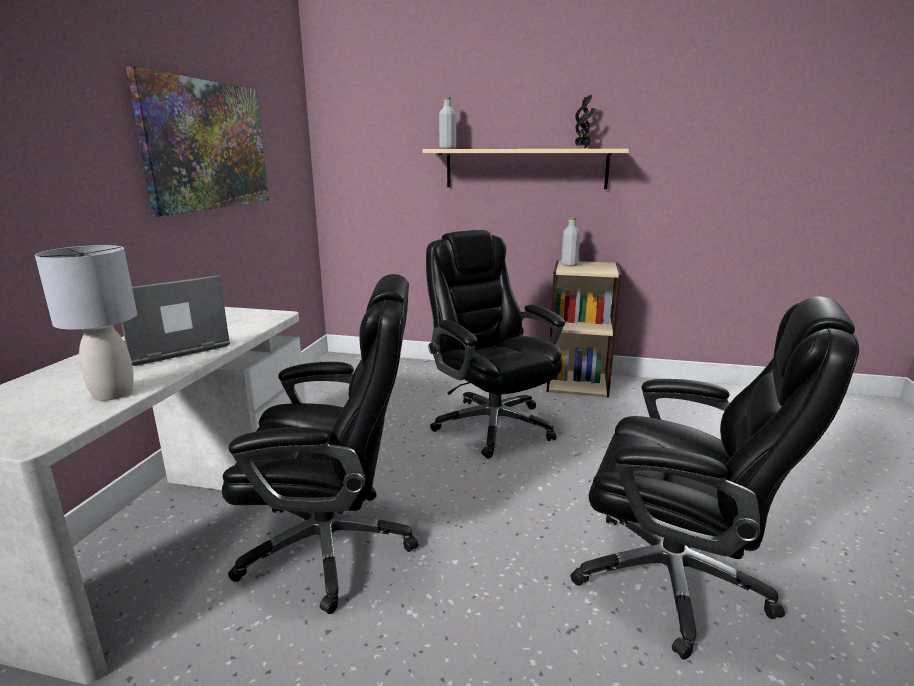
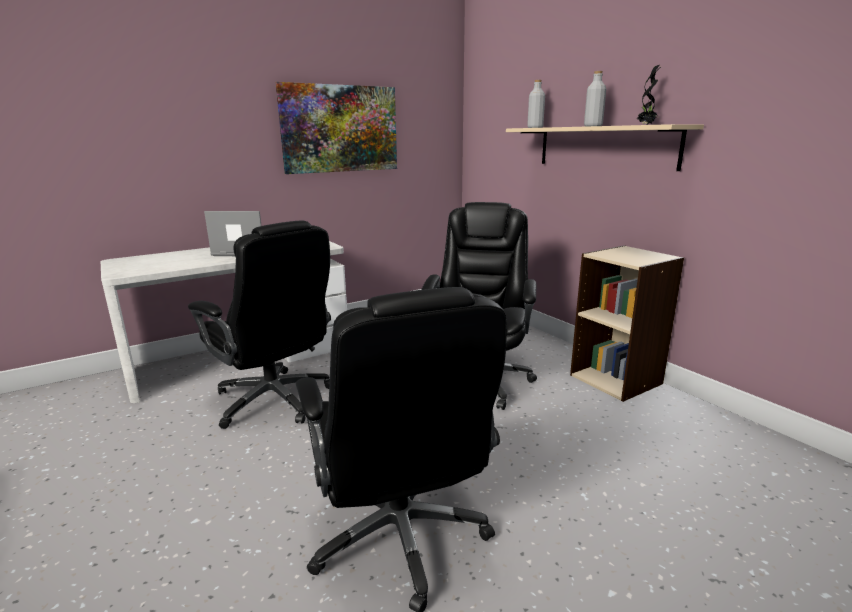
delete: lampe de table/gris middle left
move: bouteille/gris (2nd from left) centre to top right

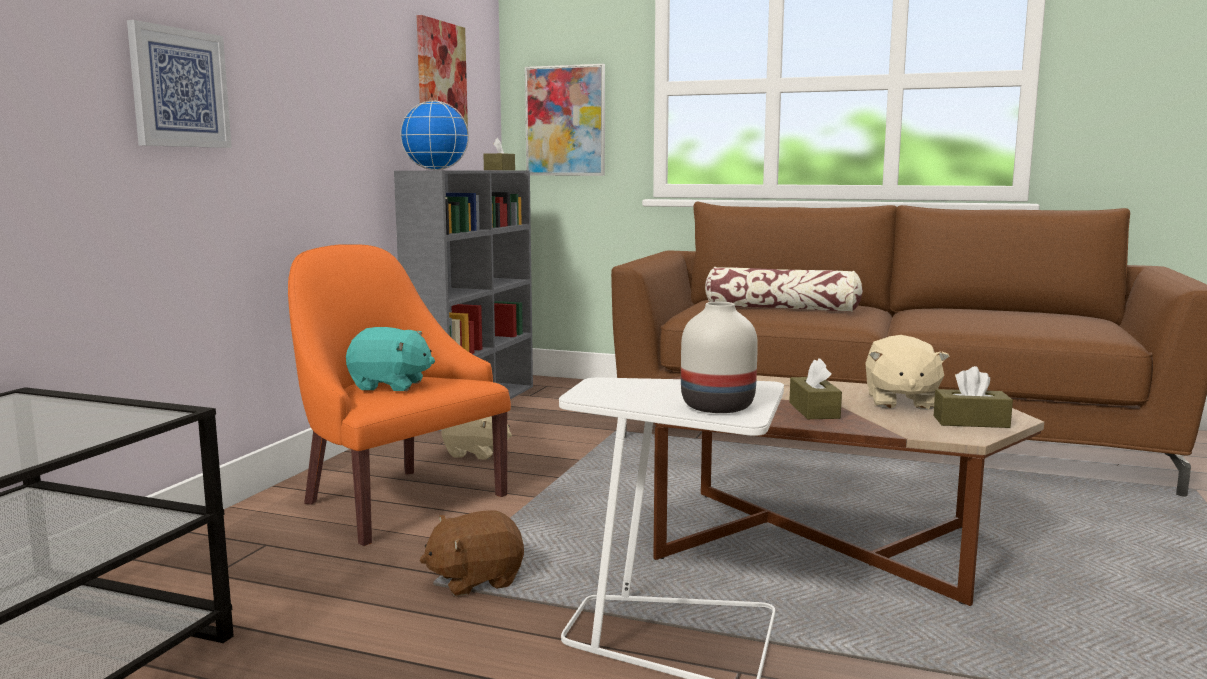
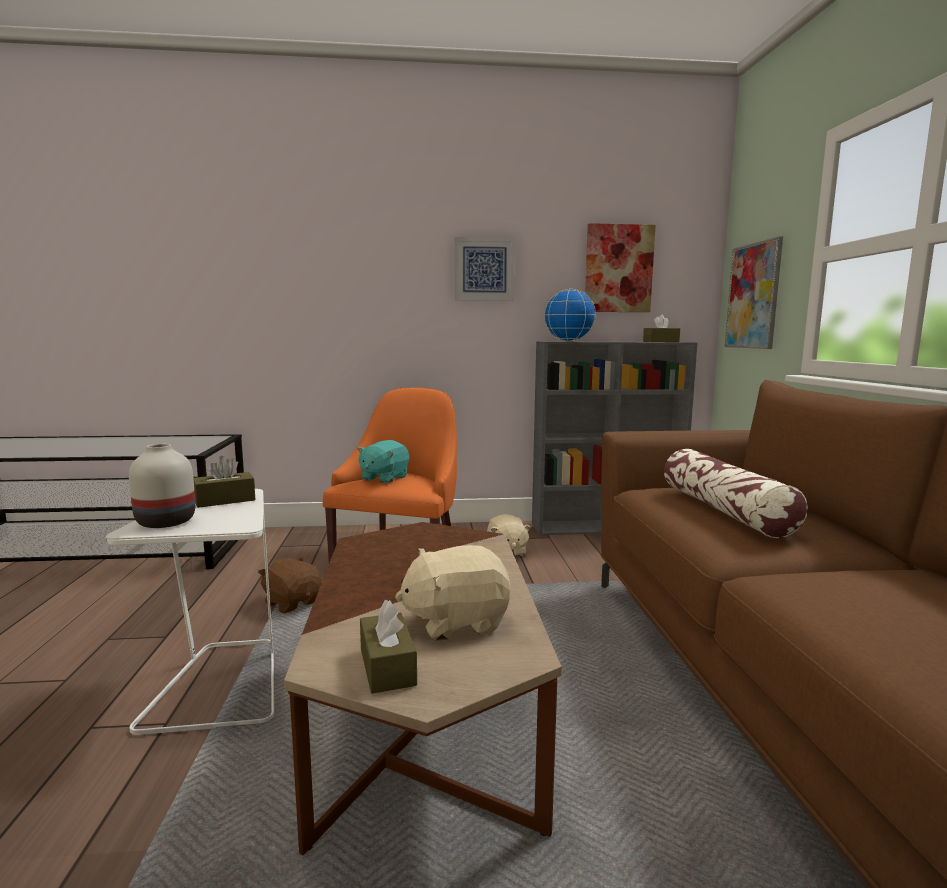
move: tableau (1st from left) top left to top centre; boîte à mouchoirs/marron (2nd from left in the first image) middle right to boîte à mouchoirs/marron (1st from left) middle left
rotate: peluche/turquoise middle left = centre 45 degrees clockwise

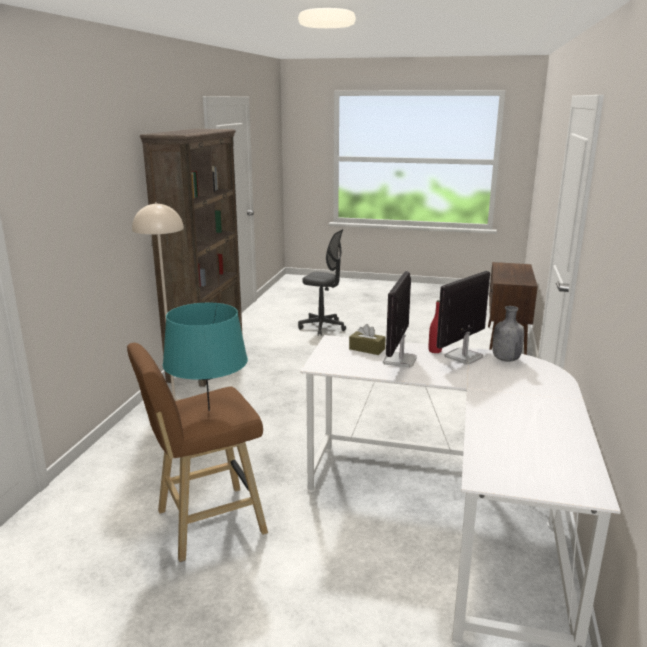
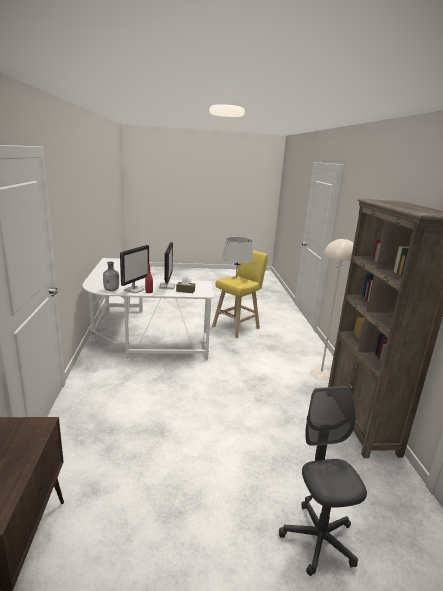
recolor: lampe de table/turquoise middle left to lampe de table/gris centre; tabouret/marron bottom left to tabouret/jaune centre
rotate: chaise de bureau/gris centre = bottom right 75 degrees clockwise

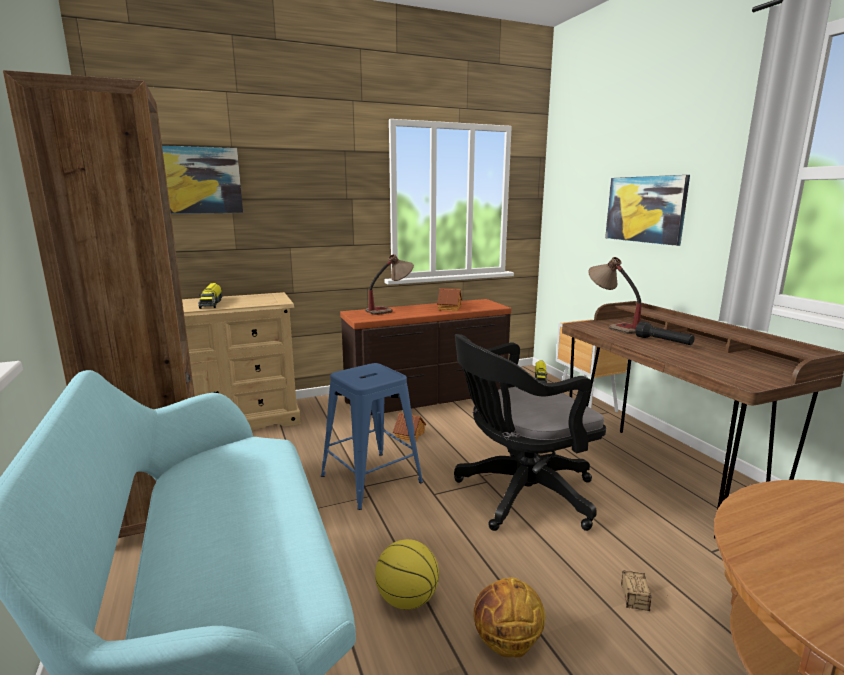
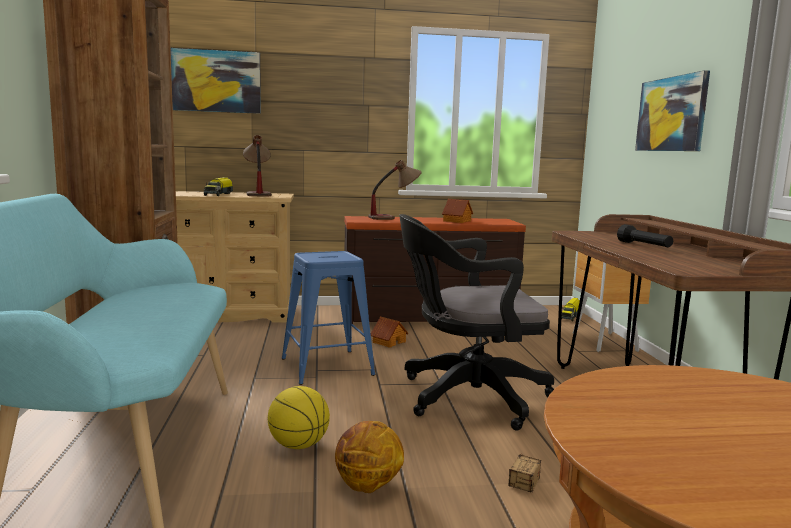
move: lampe de table (2nd from left in the first image) middle right to lampe de table (1st from left) top left

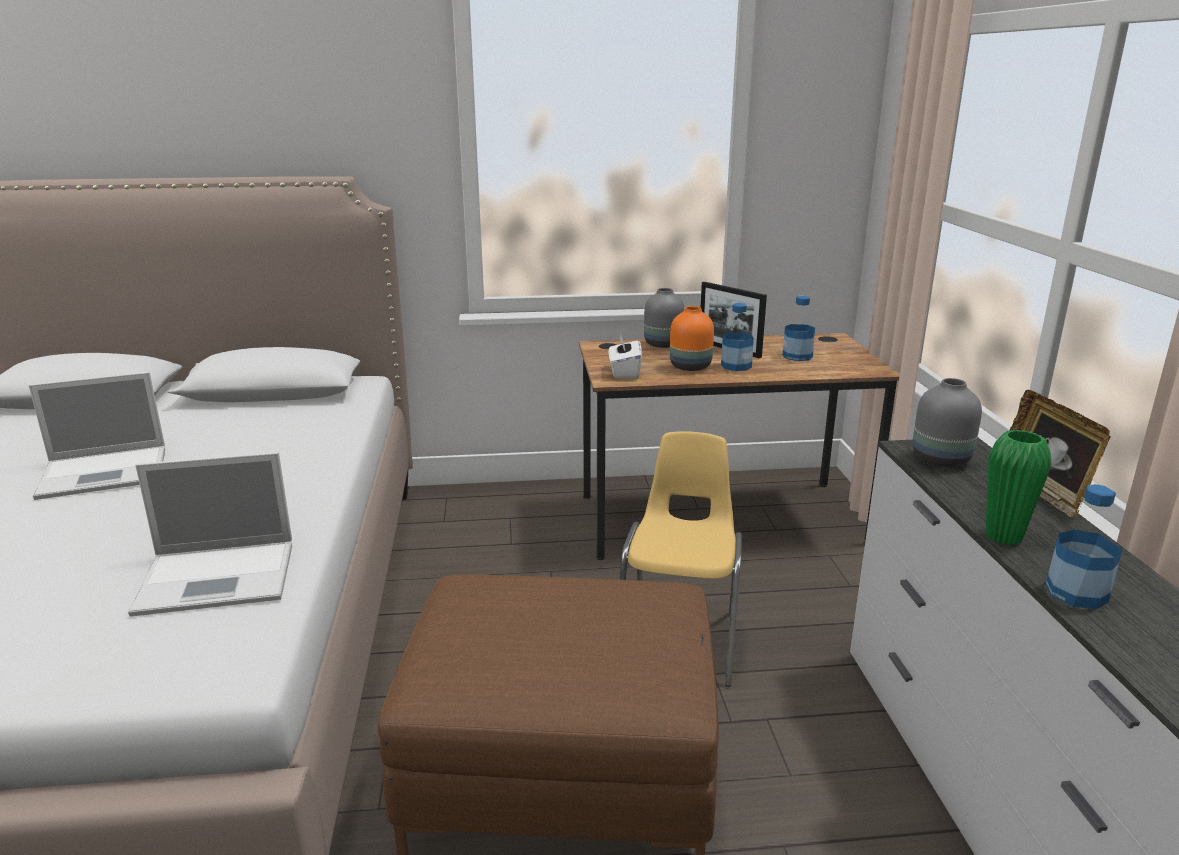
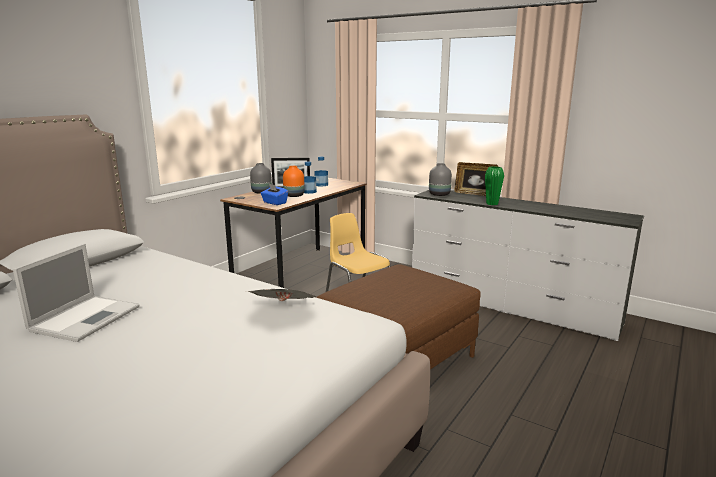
delete: bouteille (3rd from left) middle right
replace: ordinateur portable (2nd from left) middle left to journal centre
recolor: boîte à mouchoirs/blanc centre to boîte à mouchoirs/bleu centre

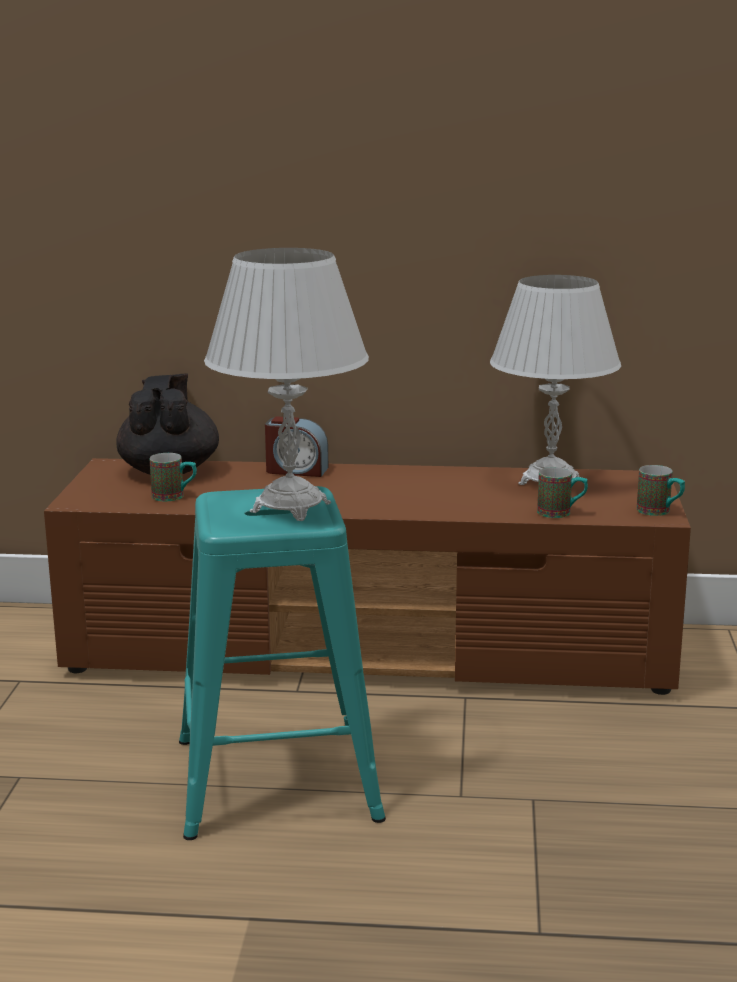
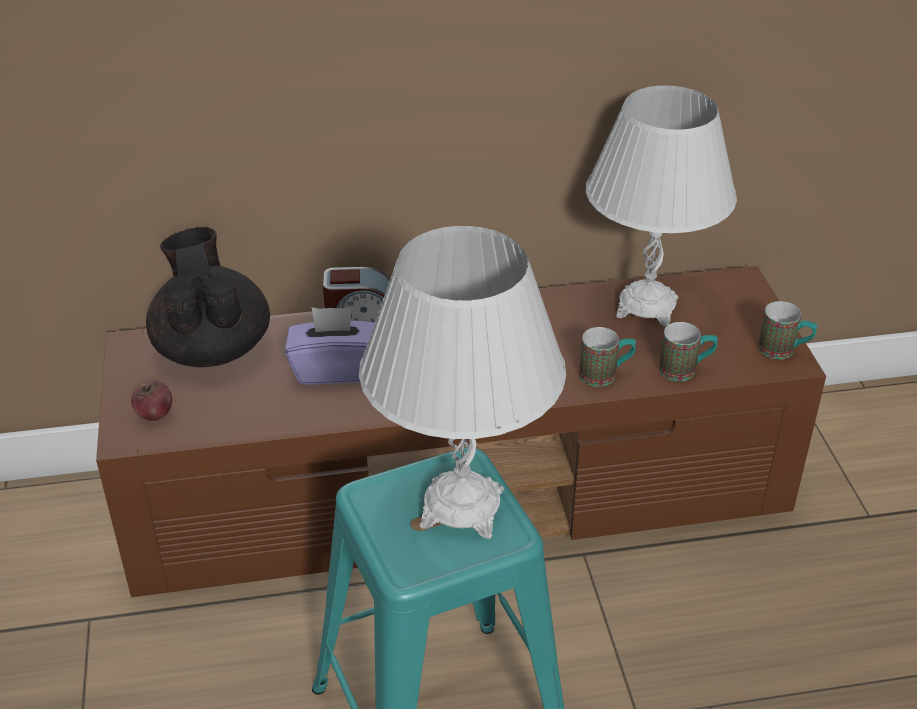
insert: boîte à mouchoirs/violet centre; pomme middle left
move: mug (1st from left) middle left to centre

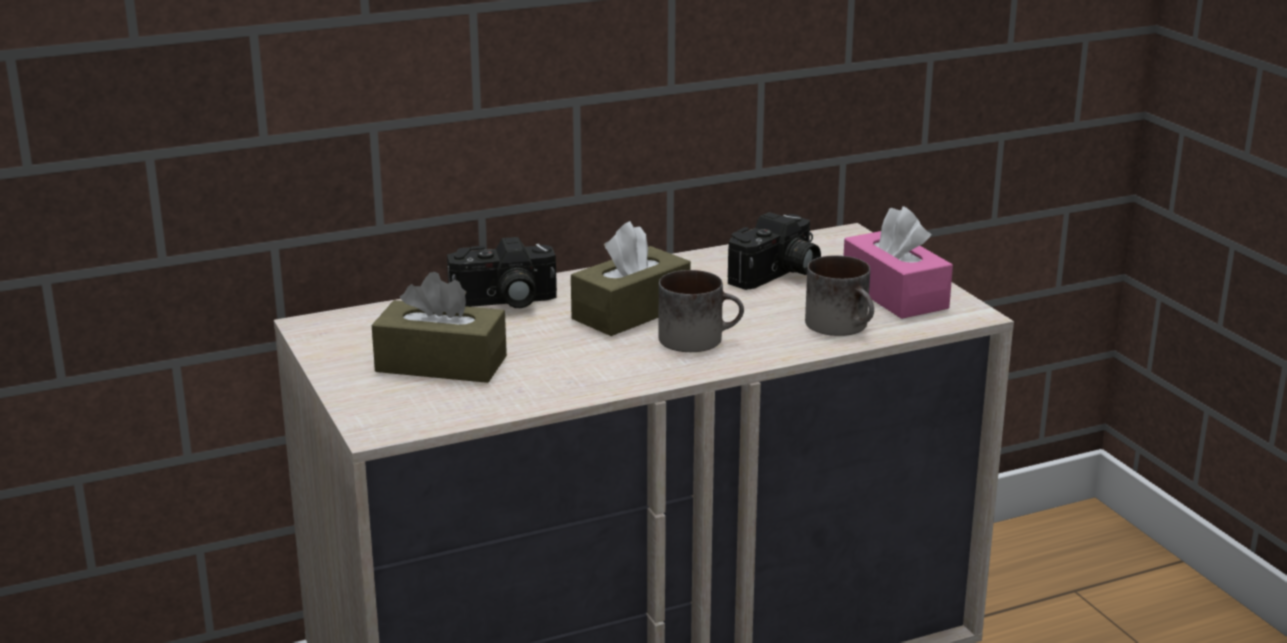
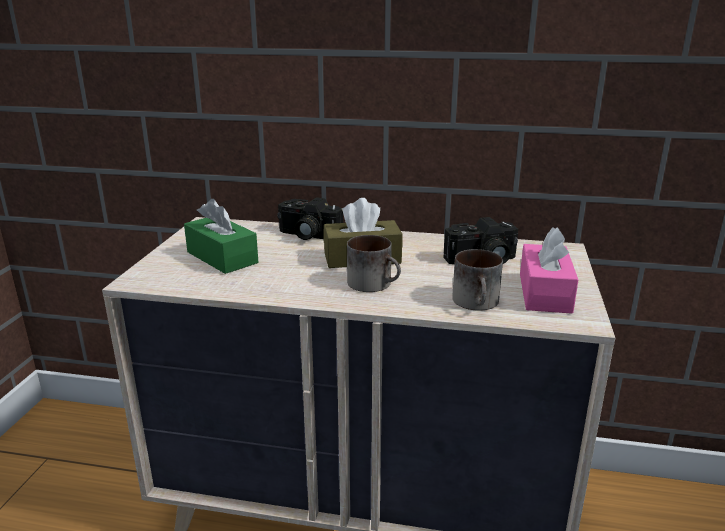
recolor: boîte à mouchoirs/marron (1st from left) centre to boîte à mouchoirs/vert middle left

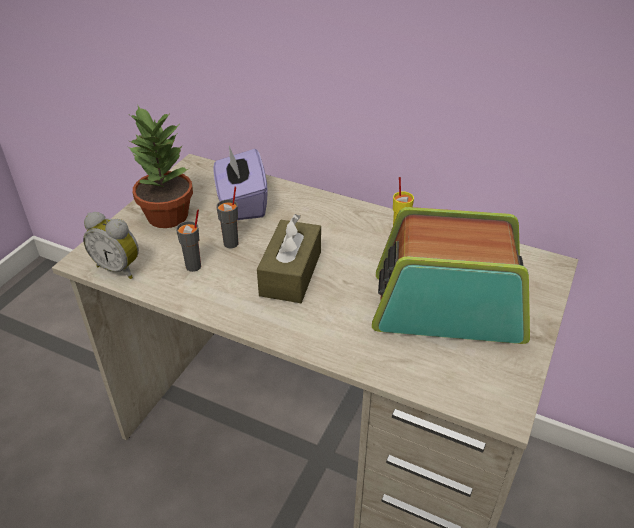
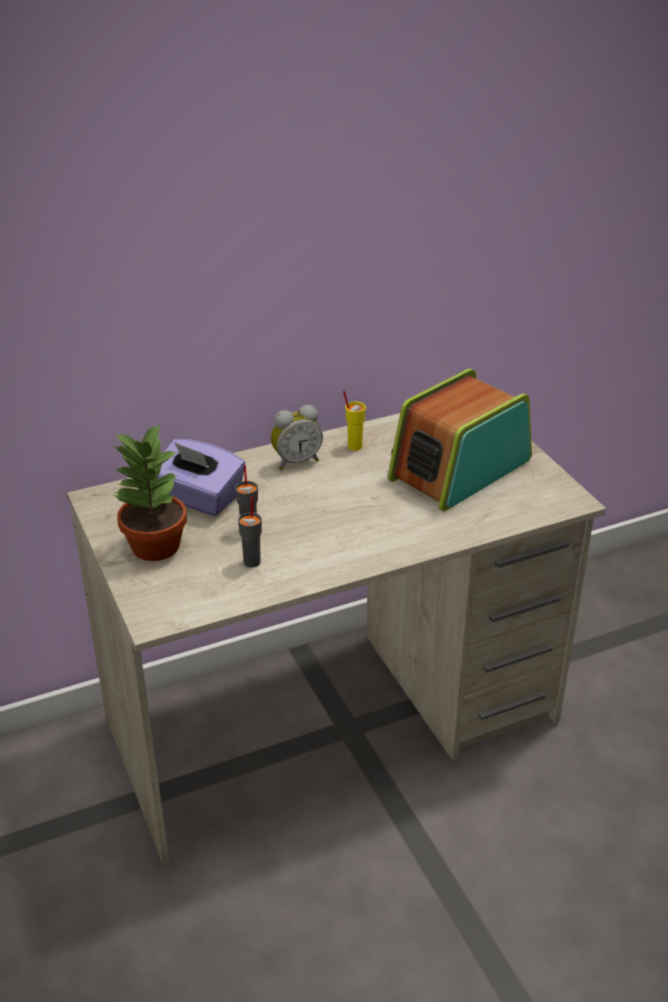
delete: boîte à mouchoirs/marron centre
move: réveil middle left to centre

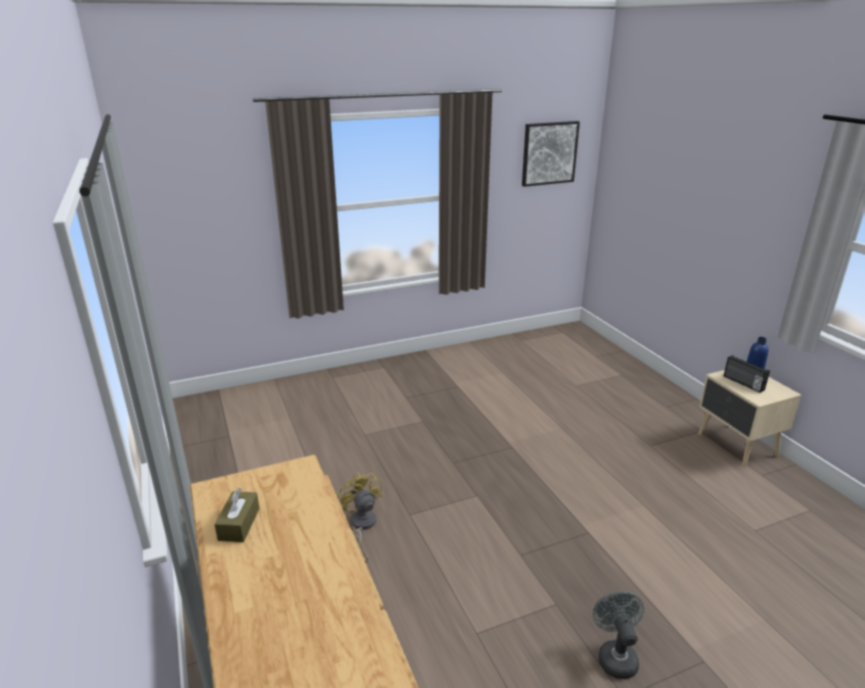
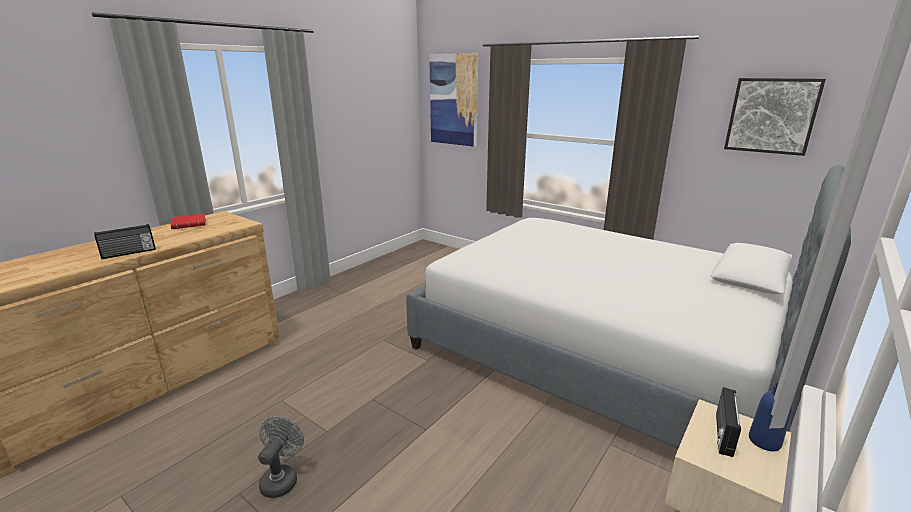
delete: ventilateur/jaune bottom centre
insert: tableau (1st from left) top centre; lit middle right; radio (1st from left) middle left
replace: boîte à mouchoirs/marron bottom left to livre/rouge middle left
rotate: ventilateur/gris bottom right = bottom left 45 degrees counterclockwise

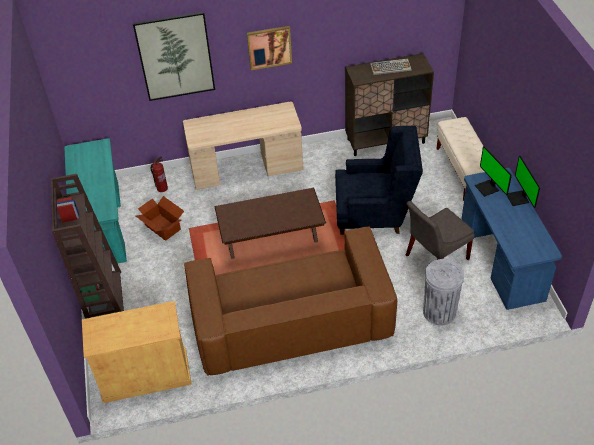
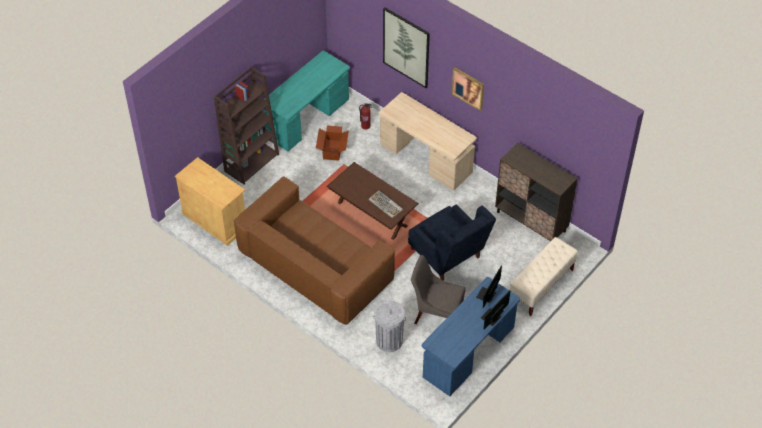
move: clavier top centre to centre

